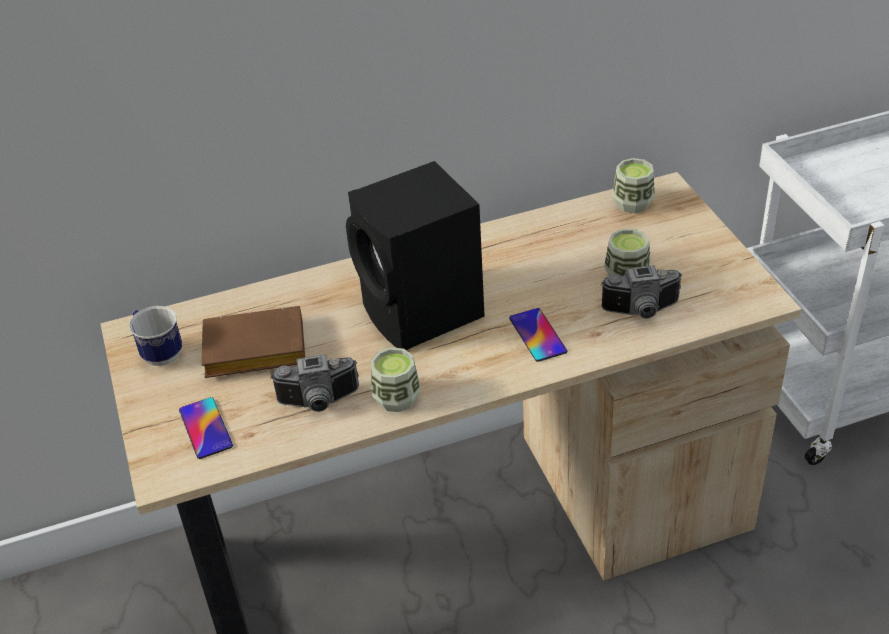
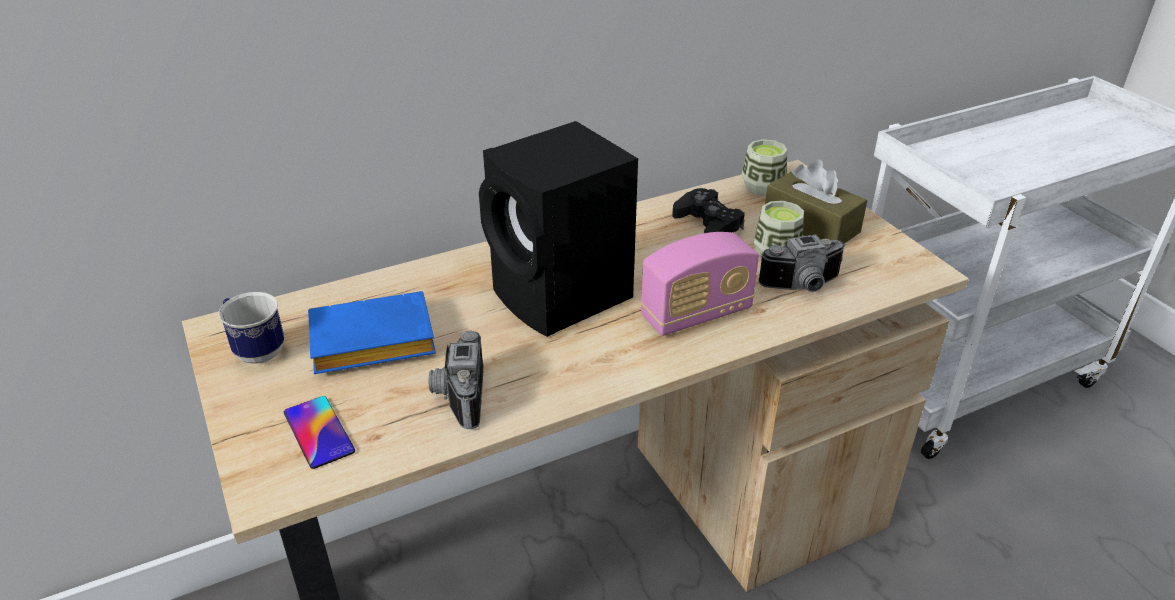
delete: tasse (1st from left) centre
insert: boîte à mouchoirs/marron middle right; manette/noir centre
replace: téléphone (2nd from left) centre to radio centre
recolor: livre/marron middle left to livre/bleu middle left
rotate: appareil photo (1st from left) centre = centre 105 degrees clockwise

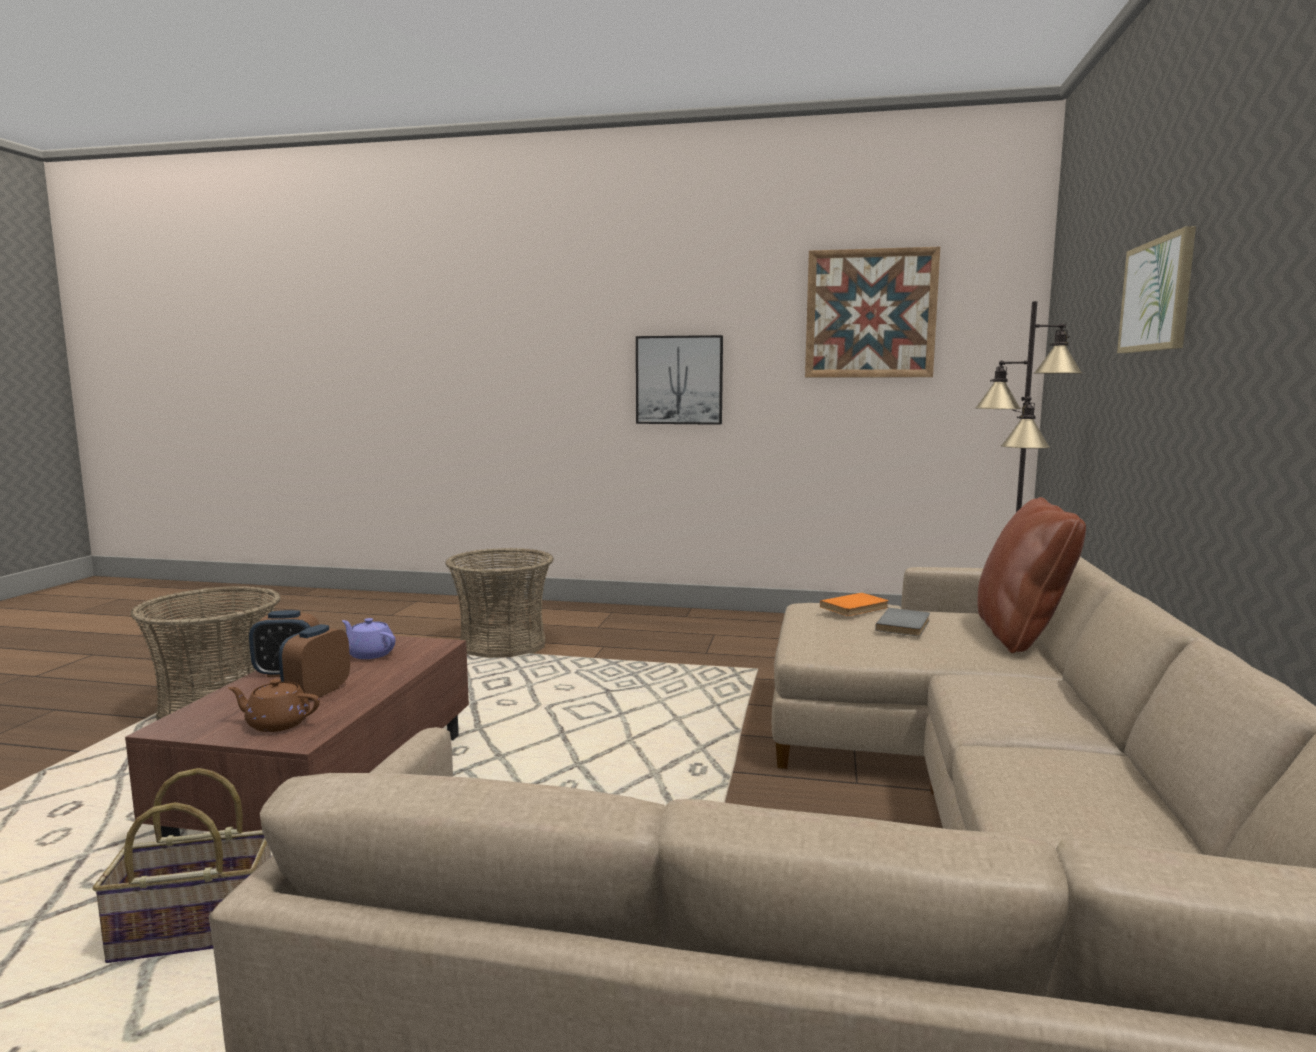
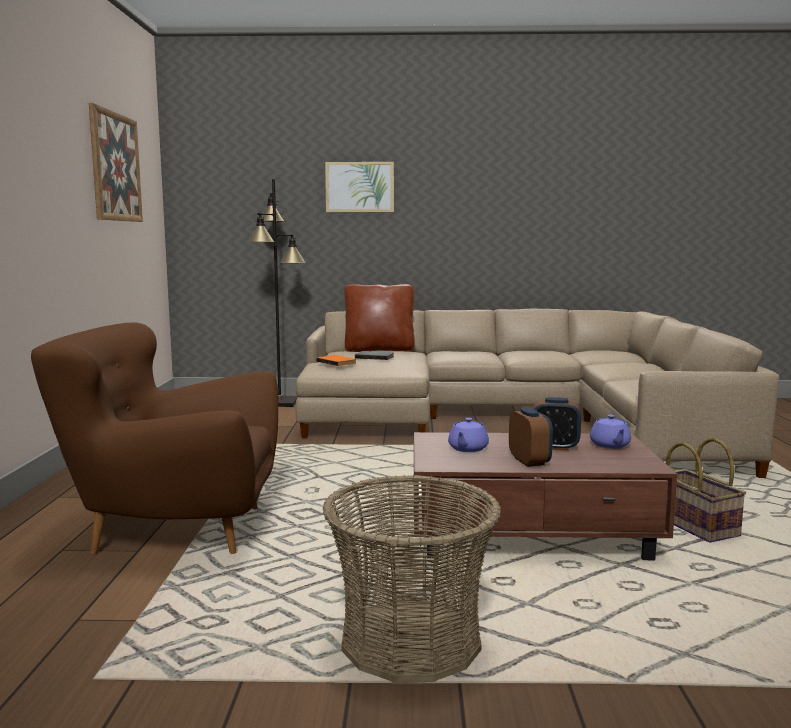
delete: tableau (1st from left) centre
replace: panier (3rd from left) centre to fauteuil/marron middle left
recolor: théière/marron bottom left to théière/violet (2nd from left) middle right

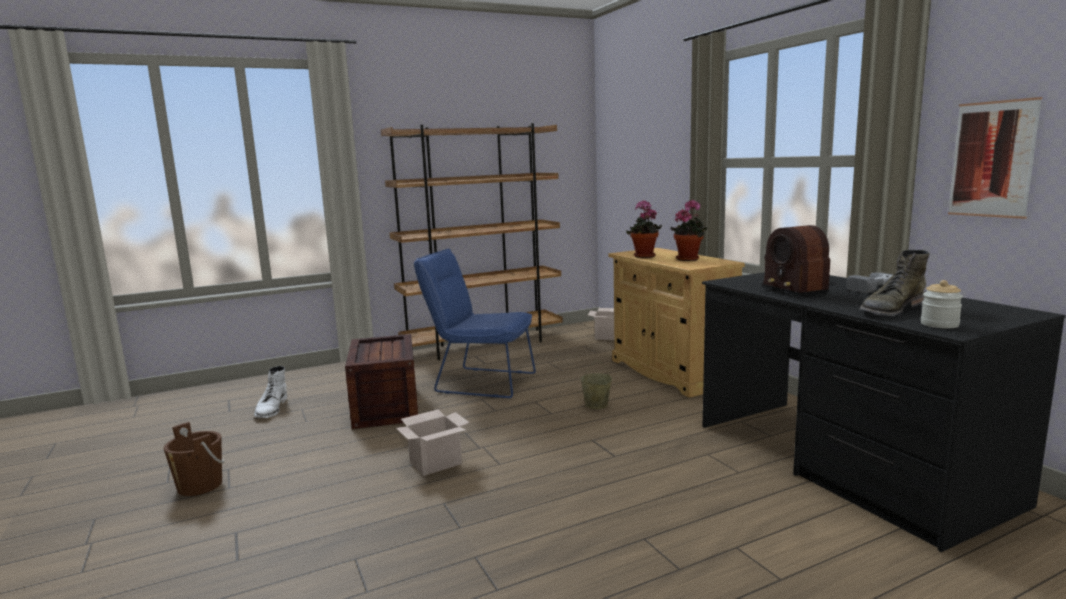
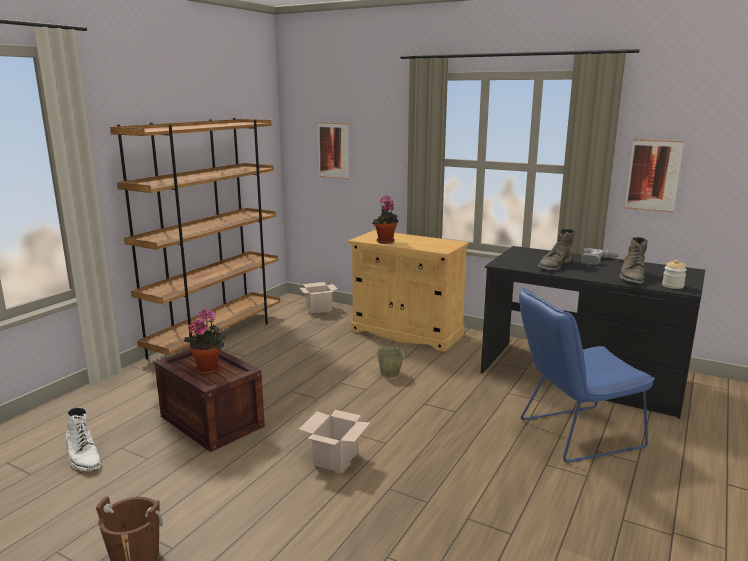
insert: tableau (1st from left) top centre
move: plante en pot (2nd from left in the first image) centre to plante en pot (1st from left) middle left; chaise/bleu centre to bottom right
replace: radio middle right to botte/vert (1st from left) middle right

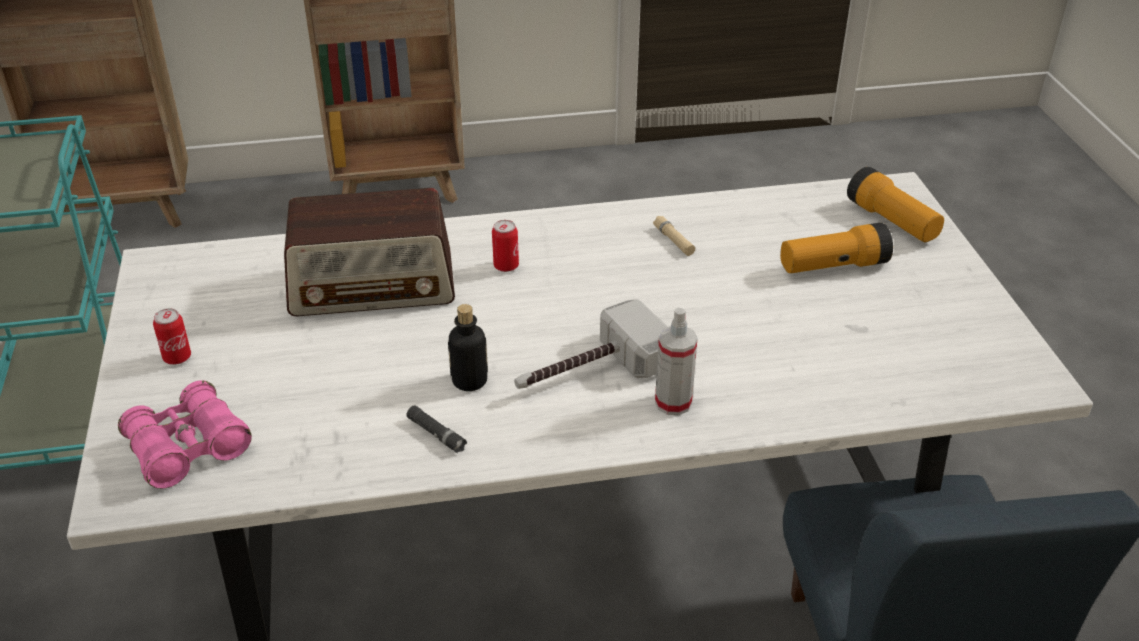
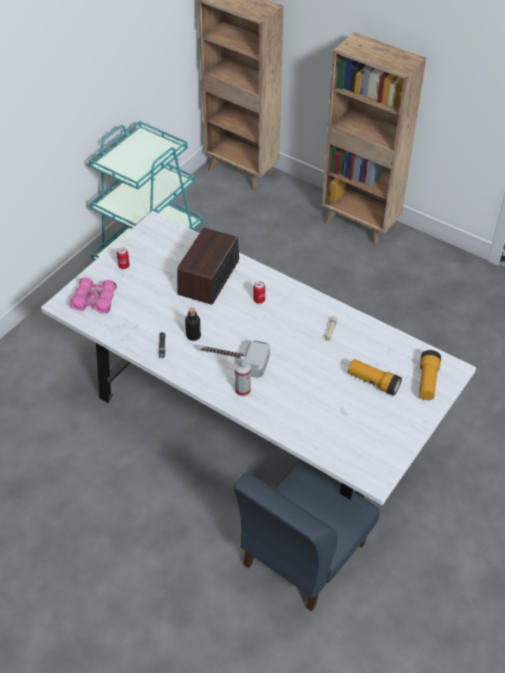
rotate: radio middle left = centre 75 degrees clockwise

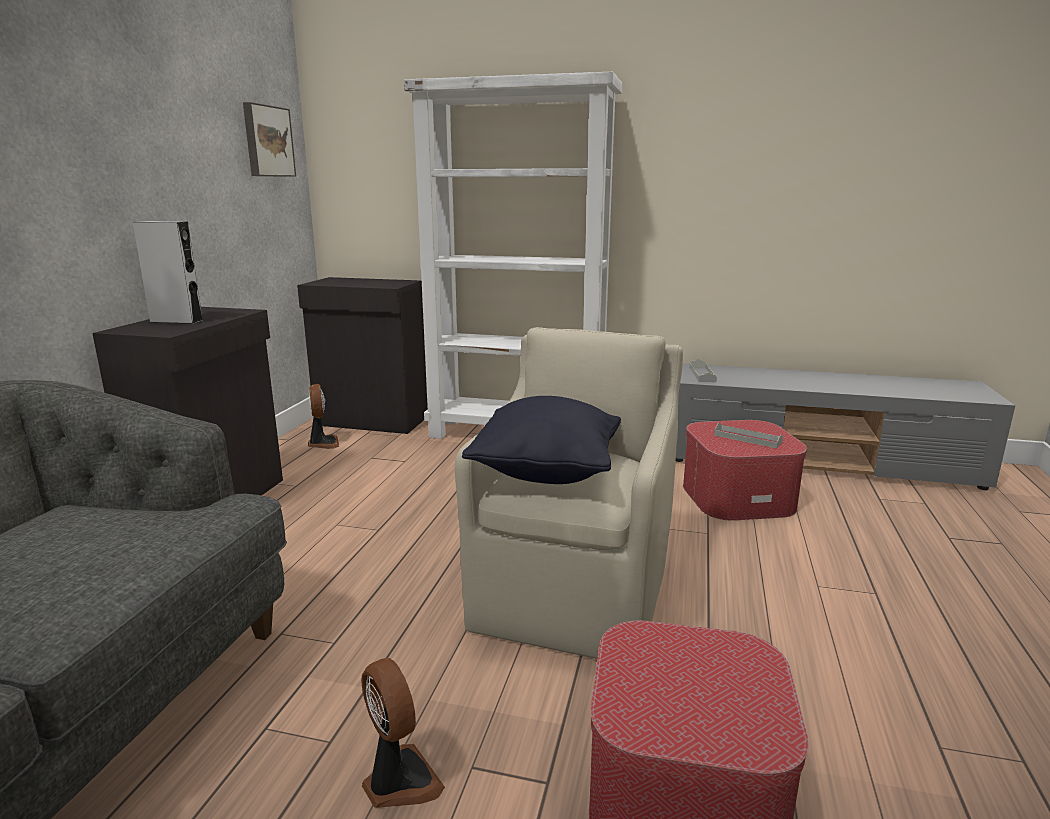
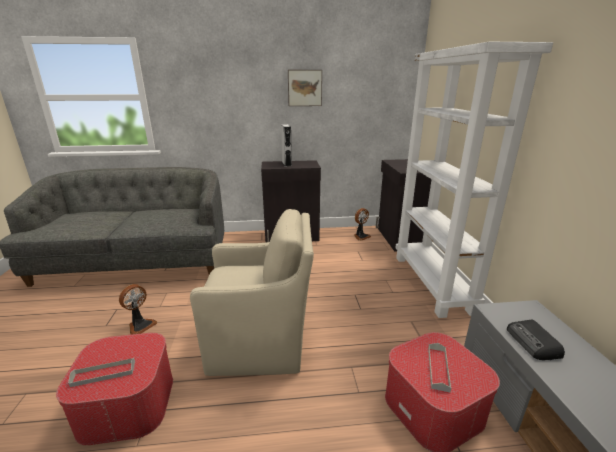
delete: coussin/noir centre
insert: radio bottom right
move: tableau top left to top centre; plateau/gris (1st from left) middle right to bottom left

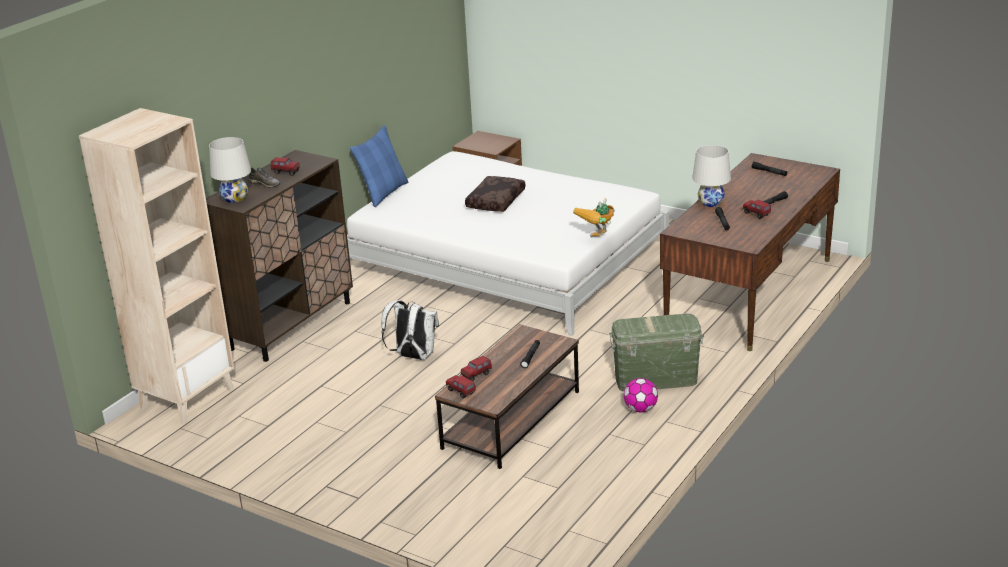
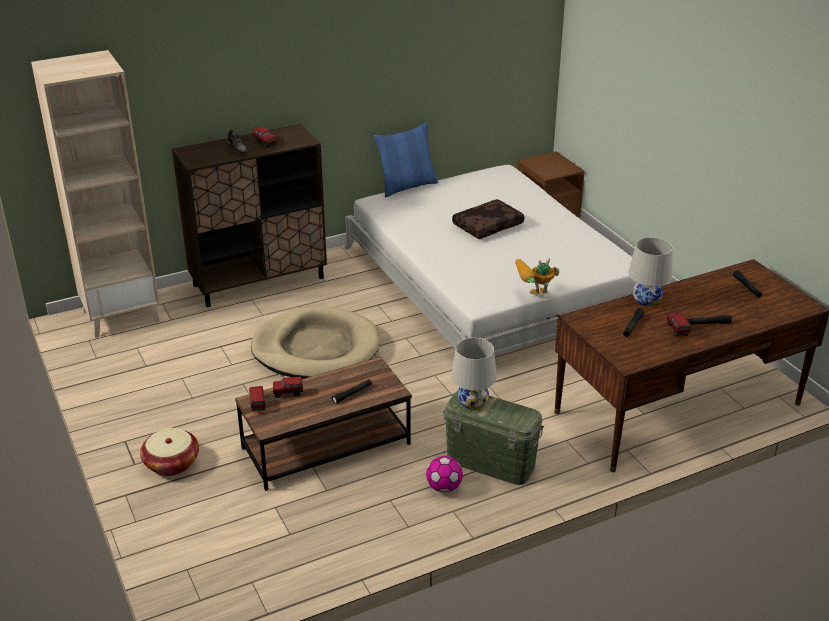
insert: panier bottom left
move: lampe de table/blanc (1st from left) top left to centre
replace: sac à dos/blanc centre to panier pour chien/beige centre

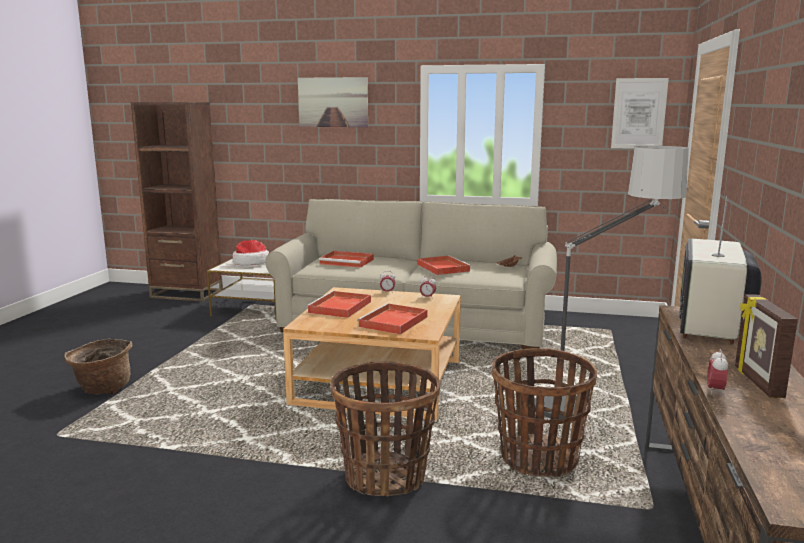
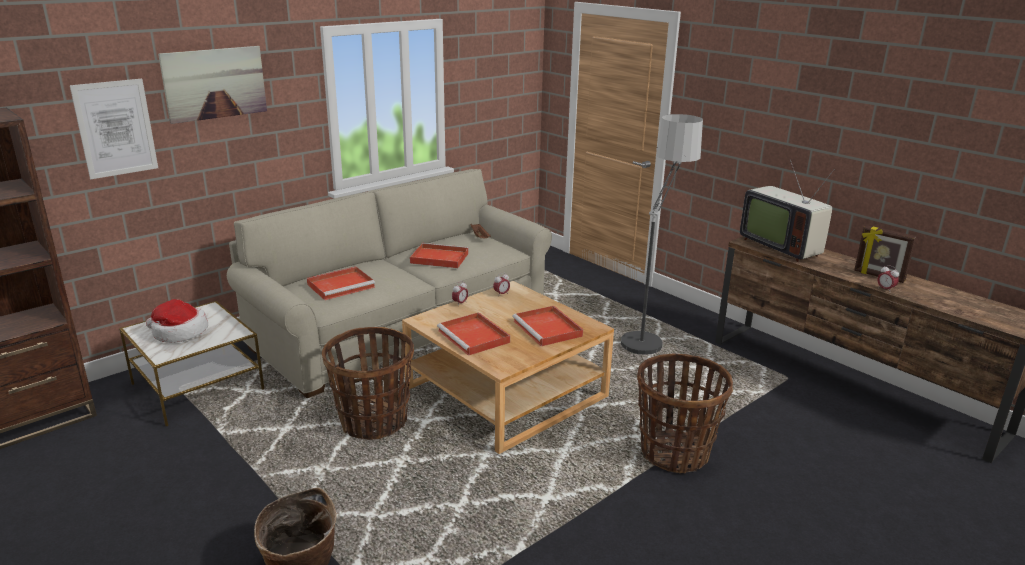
move: tableau (2nd from left in the first image) top right to tableau (1st from left) top left; panier (3rd from left in the first image) bottom right to panier (2nd from left) bottom centre

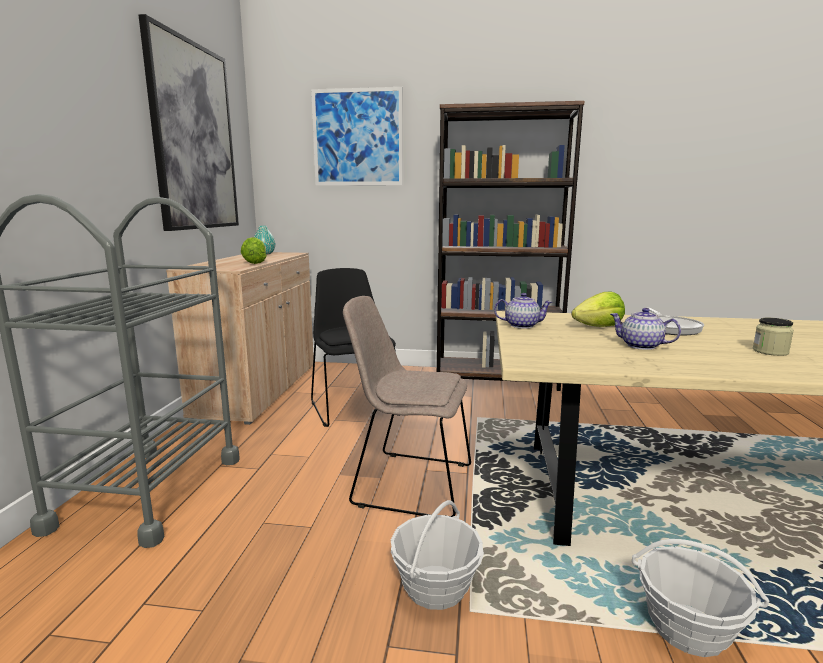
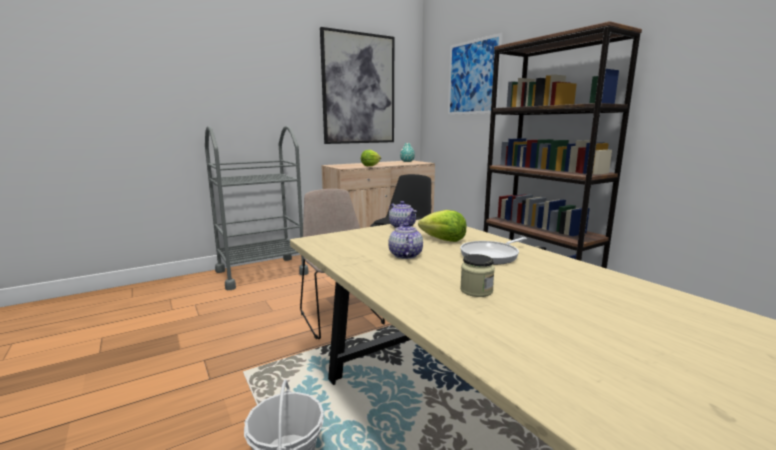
delete: panier (1st from left) bottom centre

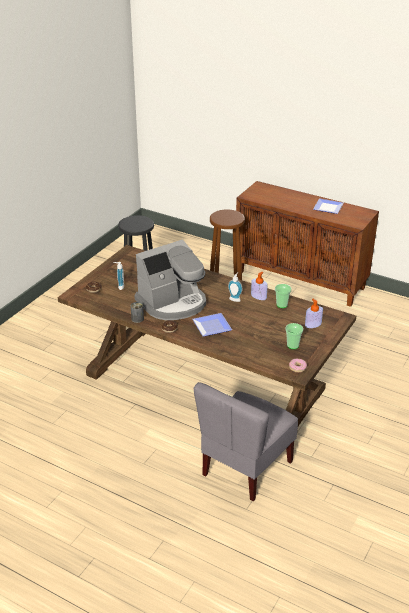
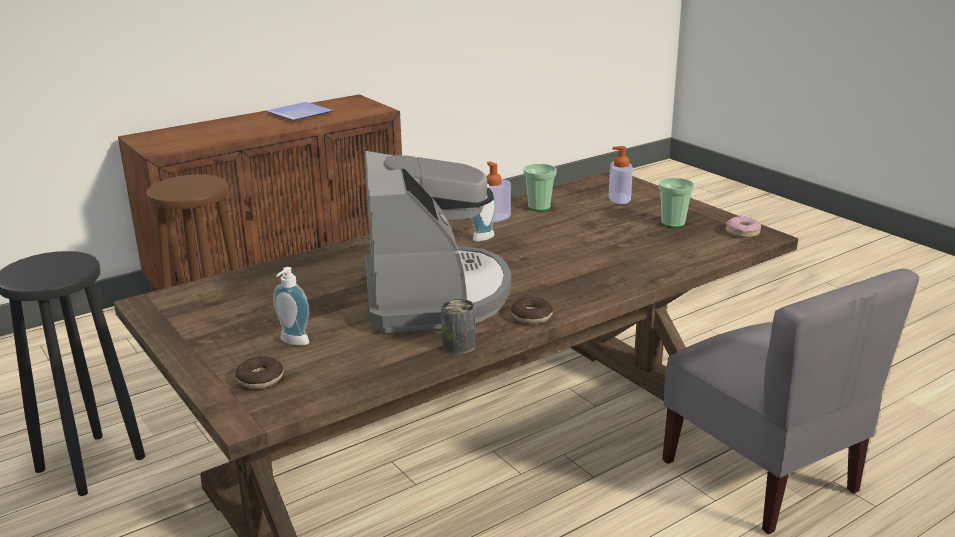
delete: assiette (1st from left) centre

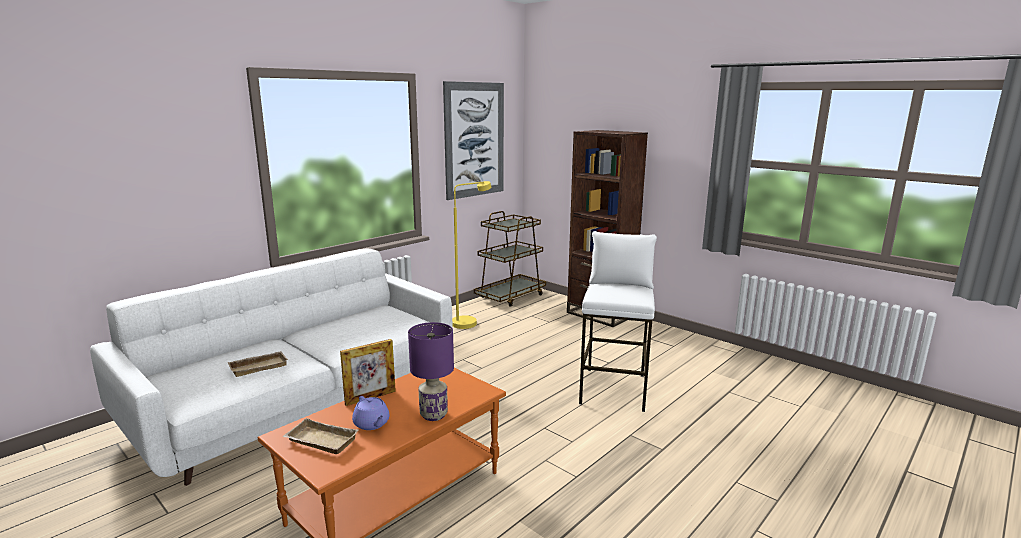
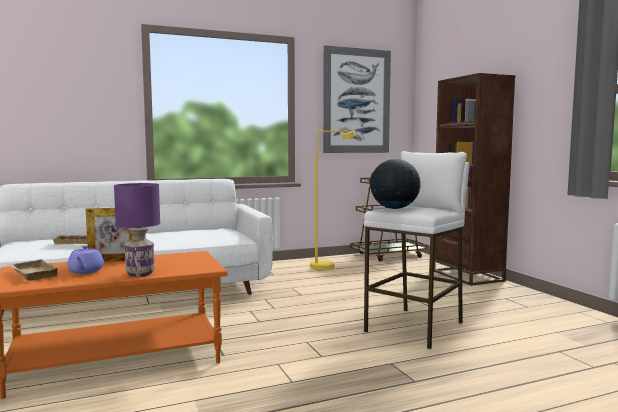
insert: globe centre

